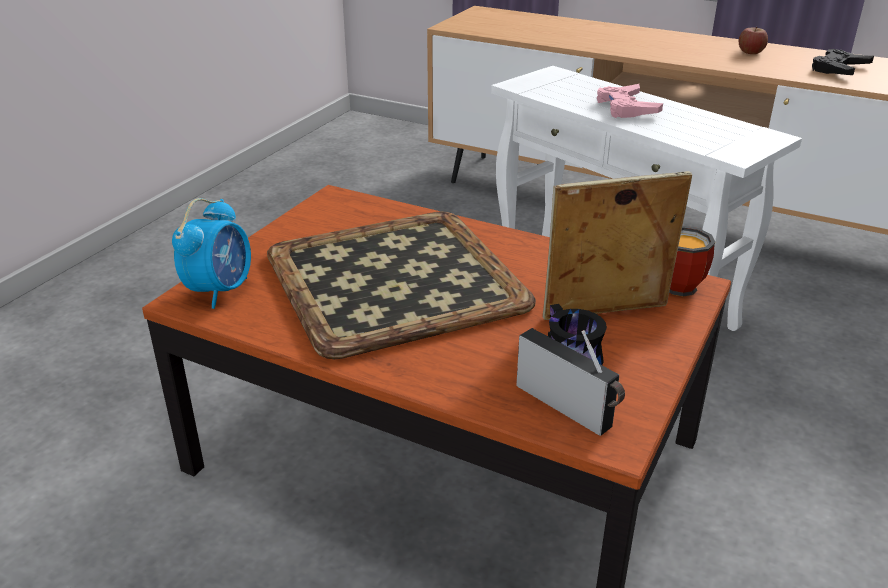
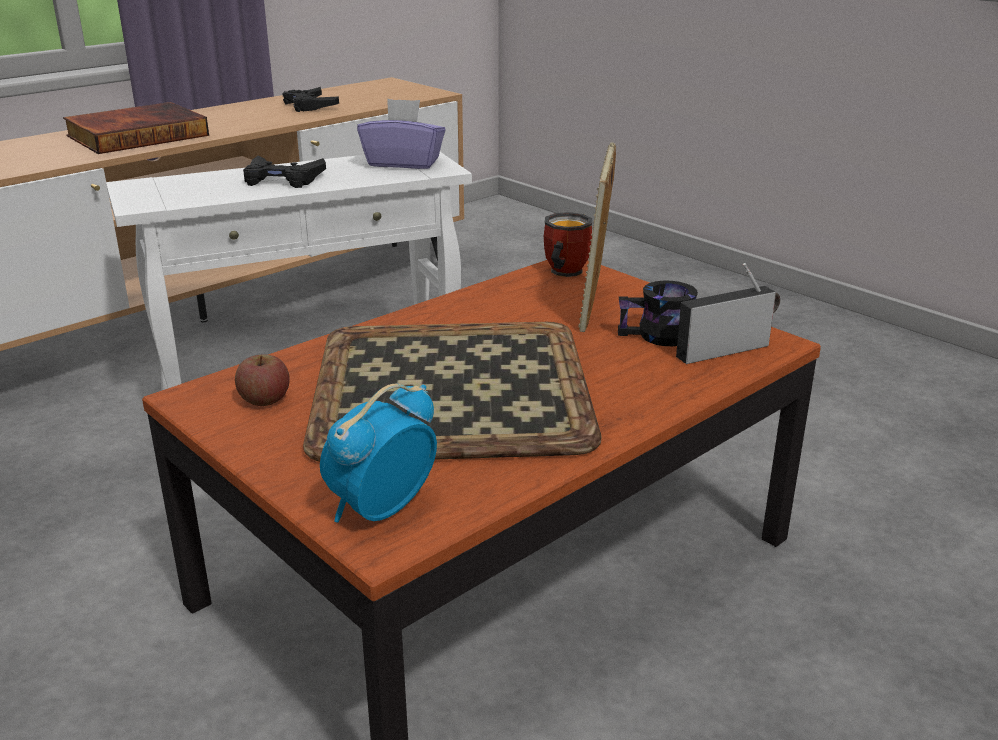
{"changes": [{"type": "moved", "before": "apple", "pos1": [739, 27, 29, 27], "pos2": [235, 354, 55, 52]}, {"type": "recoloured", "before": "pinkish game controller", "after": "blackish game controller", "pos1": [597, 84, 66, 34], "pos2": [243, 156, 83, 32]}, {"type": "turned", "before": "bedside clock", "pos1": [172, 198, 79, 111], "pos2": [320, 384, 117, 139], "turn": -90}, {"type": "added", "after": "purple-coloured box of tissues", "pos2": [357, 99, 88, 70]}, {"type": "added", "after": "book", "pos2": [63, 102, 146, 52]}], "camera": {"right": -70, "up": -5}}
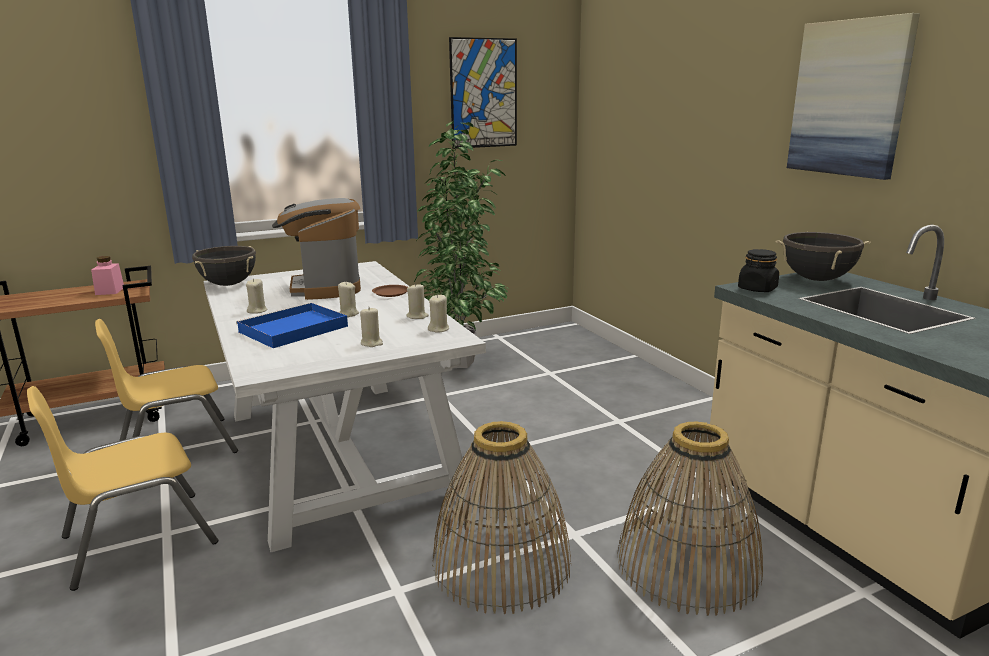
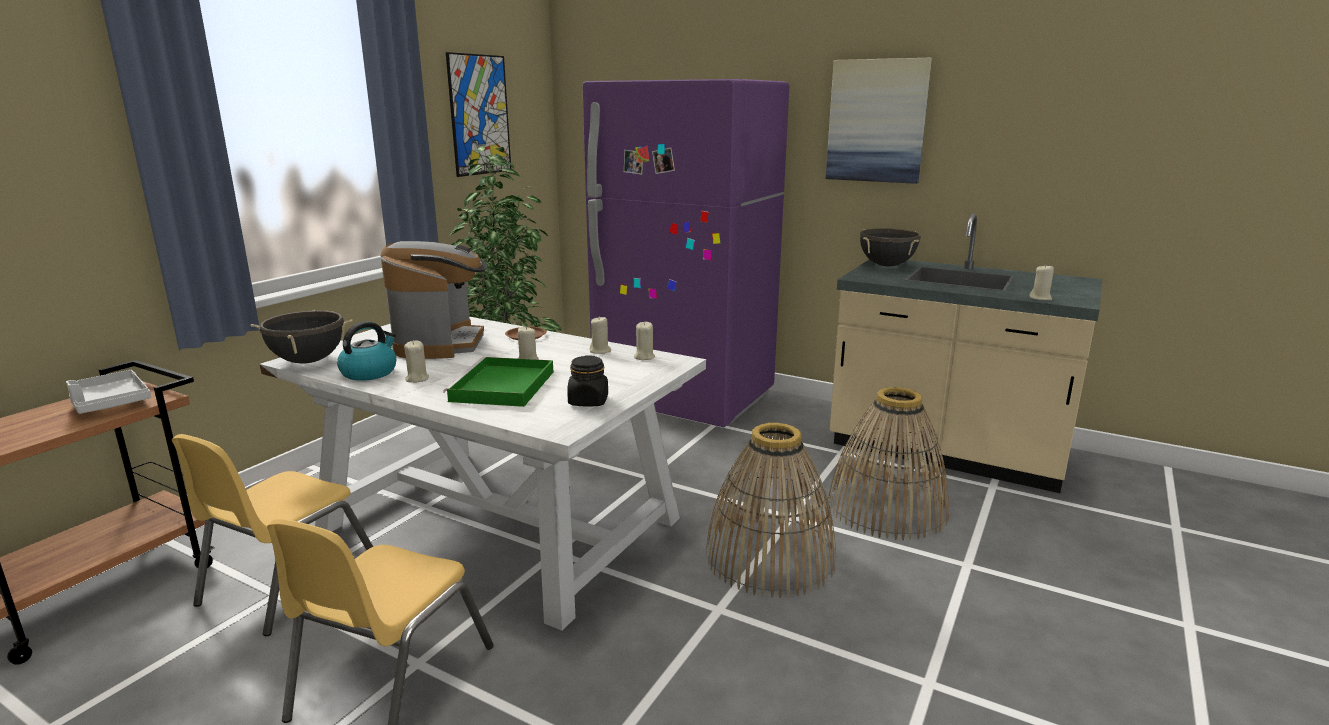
{"changes": [{"type": "turned", "before": "coffee machine", "pos1": [272, 198, 89, 102], "pos2": [380, 241, 108, 118], "turn": -135}, {"type": "moved", "before": "blackish jar", "pos1": [738, 249, 41, 43], "pos2": [567, 355, 41, 52]}, {"type": "replaced", "before": "pinkish jar", "after": "gray carrying tray", "pos1": [91, 256, 33, 39], "pos2": [66, 370, 85, 44]}, {"type": "recoloured", "before": "blue-coloured carrying tray", "after": "green-coloured carrying tray", "pos1": [236, 302, 112, 46], "pos2": [444, 357, 109, 50]}, {"type": "moved", "before": "sand-coloured wax light", "pos1": [360, 307, 23, 40], "pos2": [1029, 264, 25, 36]}, {"type": "added", "after": "purple-coloured refrigerator", "pos2": [583, 79, 206, 348]}, {"type": "added", "after": "kettle", "pos2": [337, 321, 59, 60]}], "camera": {"right": -35, "up": 0}}
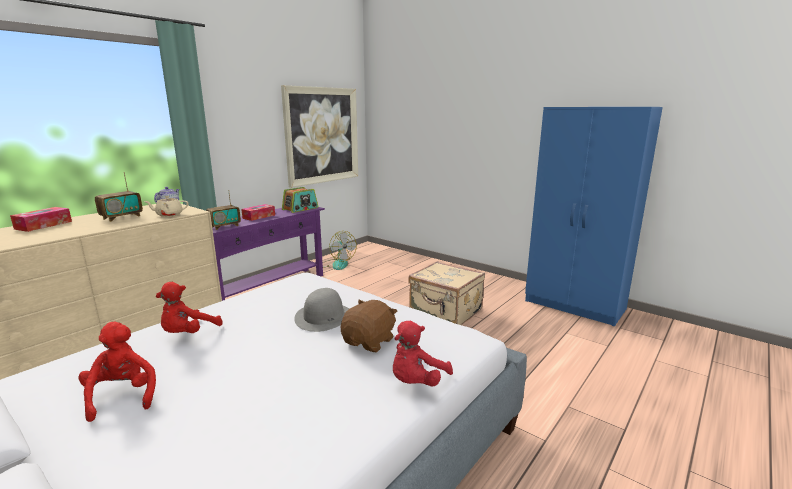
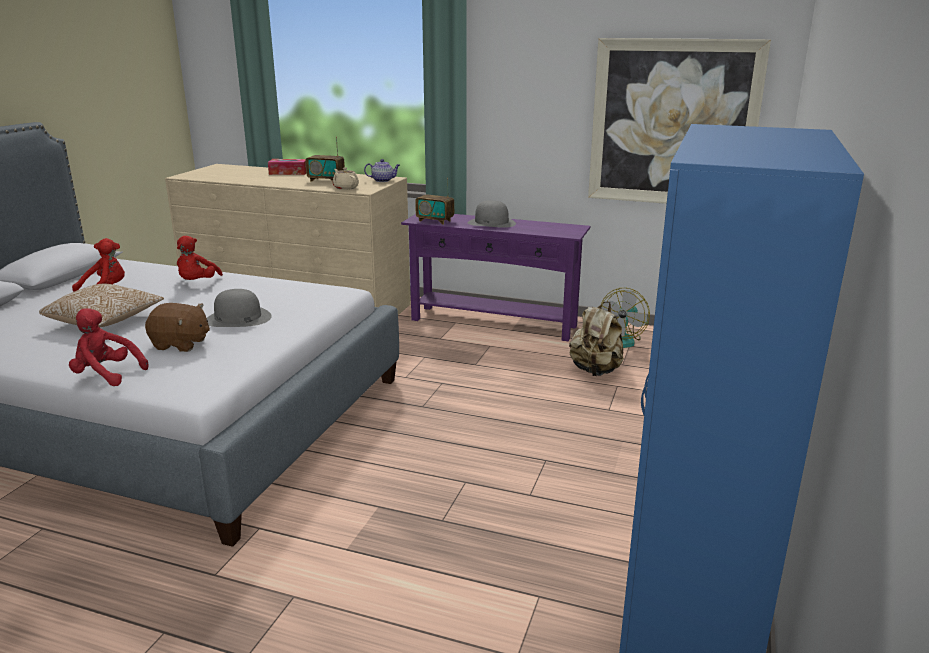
{"changes": [{"type": "removed", "before": "radio set", "pos1": [282, 187, 36, 26]}, {"type": "replaced", "before": "box of tissues", "after": "gray wearable hat", "pos1": [241, 204, 34, 17], "pos2": [468, 200, 48, 28]}, {"type": "removed", "before": "sand-coloured suitcase", "pos1": [408, 261, 77, 64]}, {"type": "turned", "before": "reddish cuddly toy", "pos1": [156, 282, 67, 51], "pos2": [177, 236, 46, 44], "turn": -90}, {"type": "added", "after": "pillow", "pos2": [39, 283, 125, 44]}, {"type": "added", "after": "sand-coloured knapsack", "pos2": [569, 301, 55, 75]}], "camera": {"right": 70, "up": 5}}
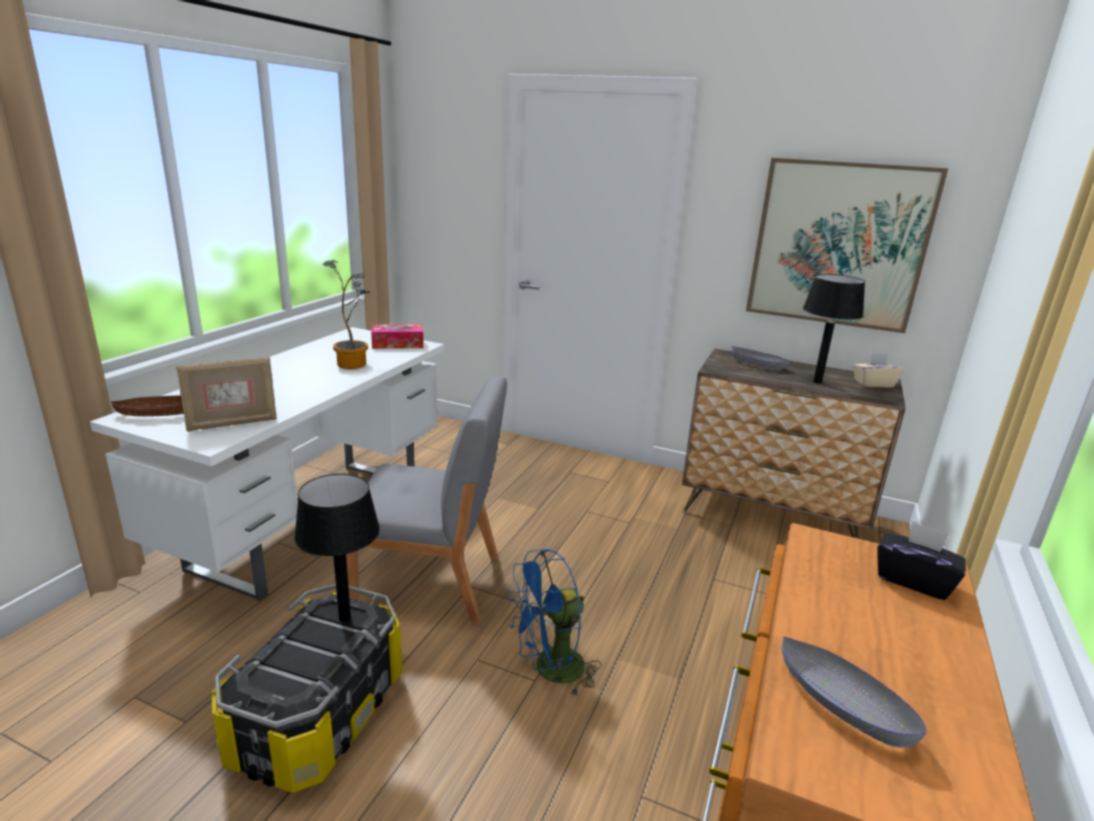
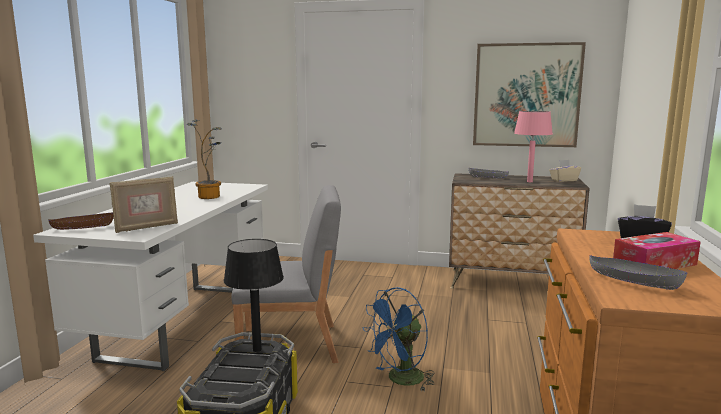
{"changes": [{"type": "recoloured", "before": "blackish lamp for a table", "after": "pinkish lamp for a table", "pos1": [803, 274, 62, 110], "pos2": [514, 111, 39, 71]}, {"type": "moved", "before": "box of tissues", "pos1": [371, 324, 52, 25], "pos2": [613, 232, 88, 37]}], "camera": {"right": -10, "up": -10}}
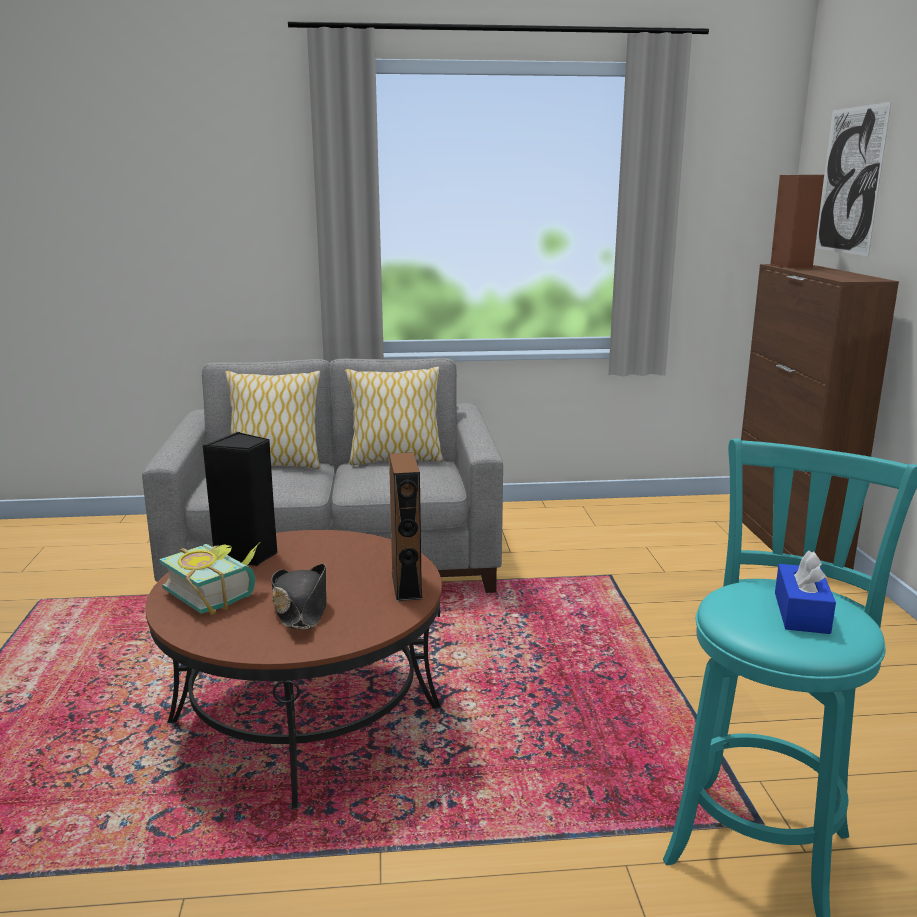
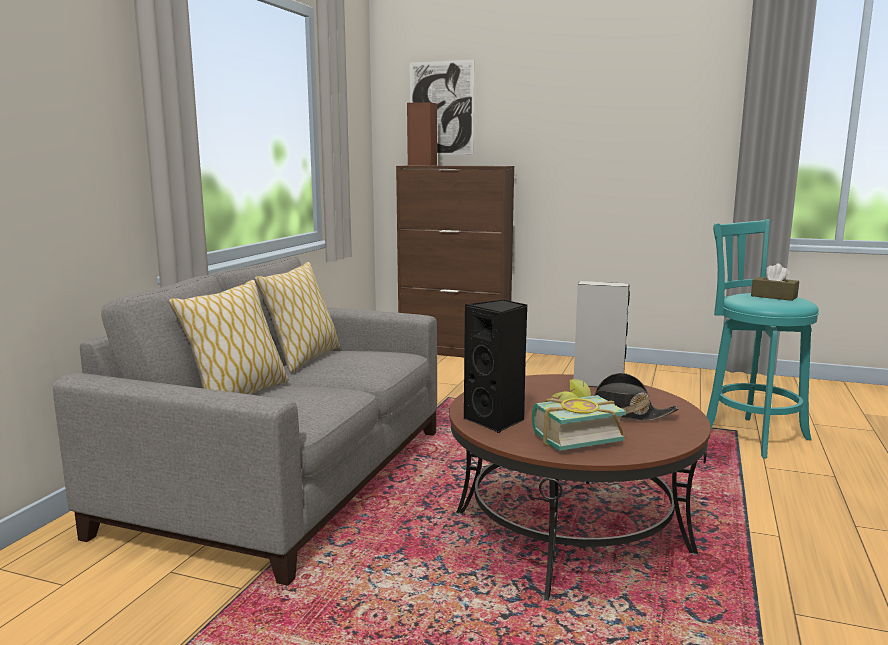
{"changes": [{"type": "recoloured", "before": "brown loudspeaker", "after": "gray loudspeaker", "pos1": [389, 452, 33, 149], "pos2": [574, 281, 56, 106]}, {"type": "recoloured", "before": "blue-coloured box of tissues", "after": "brown box of tissues", "pos1": [775, 551, 61, 83], "pos2": [751, 263, 48, 38]}], "camera": {"right": -65, "up": -5}}
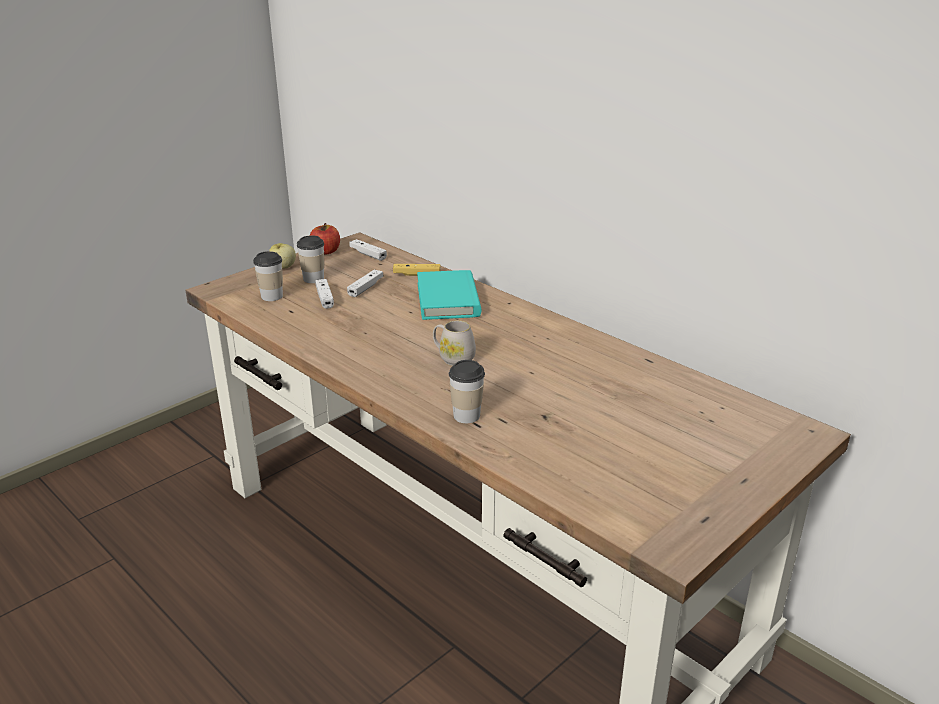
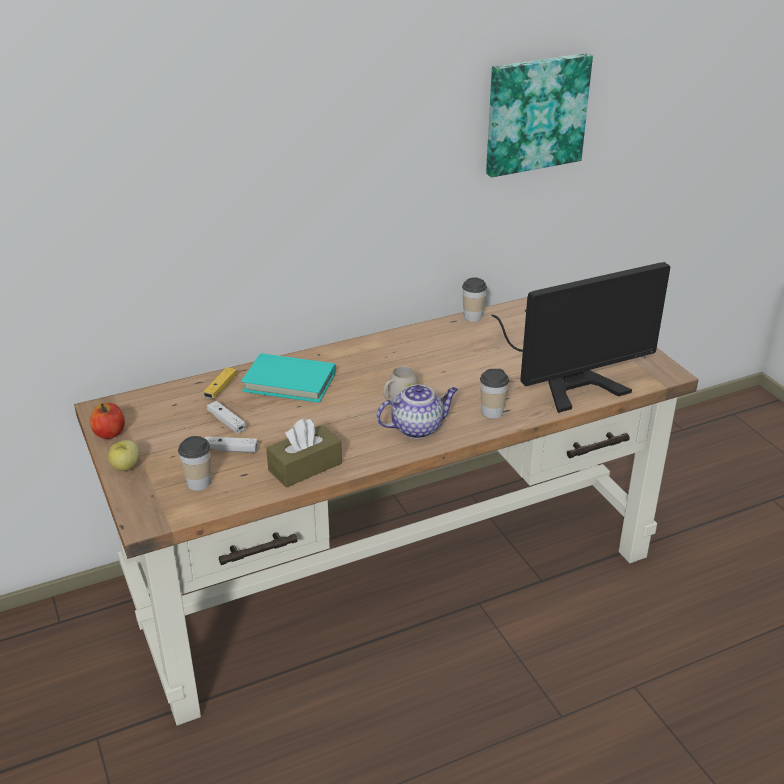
{"changes": [{"type": "moved", "before": "drinking cup", "pos1": [297, 235, 27, 48], "pos2": [462, 278, 25, 44]}, {"type": "removed", "before": "white-coloured game controller", "pos1": [349, 239, 38, 22]}, {"type": "added", "after": "picture", "pos2": [486, 53, 107, 124]}, {"type": "added", "after": "computer screen", "pos2": [492, 262, 178, 151]}, {"type": "added", "after": "pot for tea", "pos2": [376, 384, 82, 55]}, {"type": "added", "after": "brown box of tissues", "pos2": [266, 419, 76, 69]}], "camera": {"right": -70, "up": 5}}
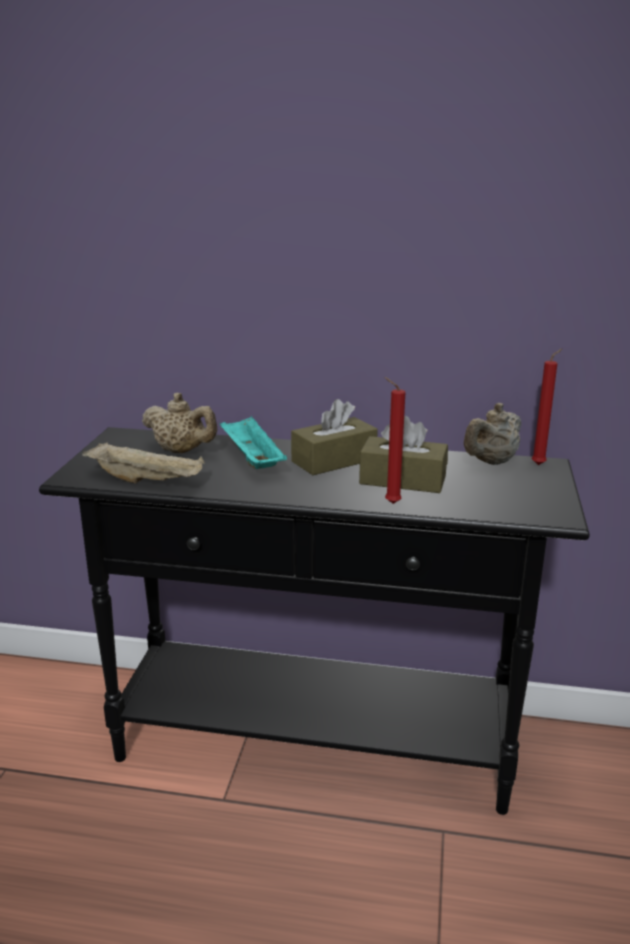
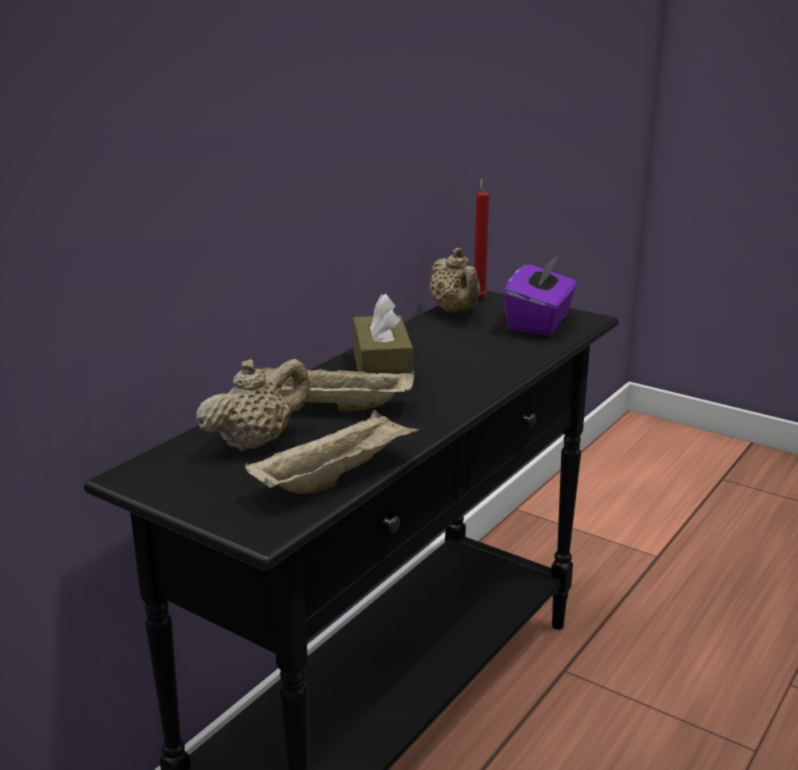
{"changes": [{"type": "removed", "before": "reddish wax light", "pos1": [384, 377, 21, 127]}, {"type": "recoloured", "before": "turquoise-coloured carrying tray", "after": "sand-coloured carrying tray", "pos1": [220, 415, 67, 54], "pos2": [259, 366, 155, 45]}, {"type": "removed", "before": "brown box of tissues", "pos1": [359, 416, 89, 77]}, {"type": "added", "after": "purple-coloured box of tissues", "pos2": [504, 255, 73, 81]}], "camera": {"right": -65, "up": 0}}
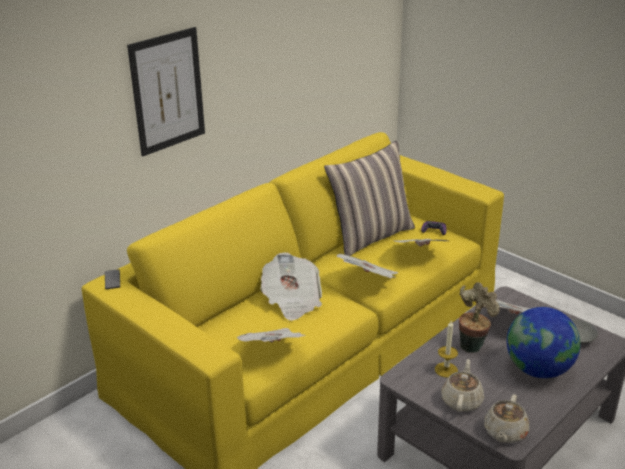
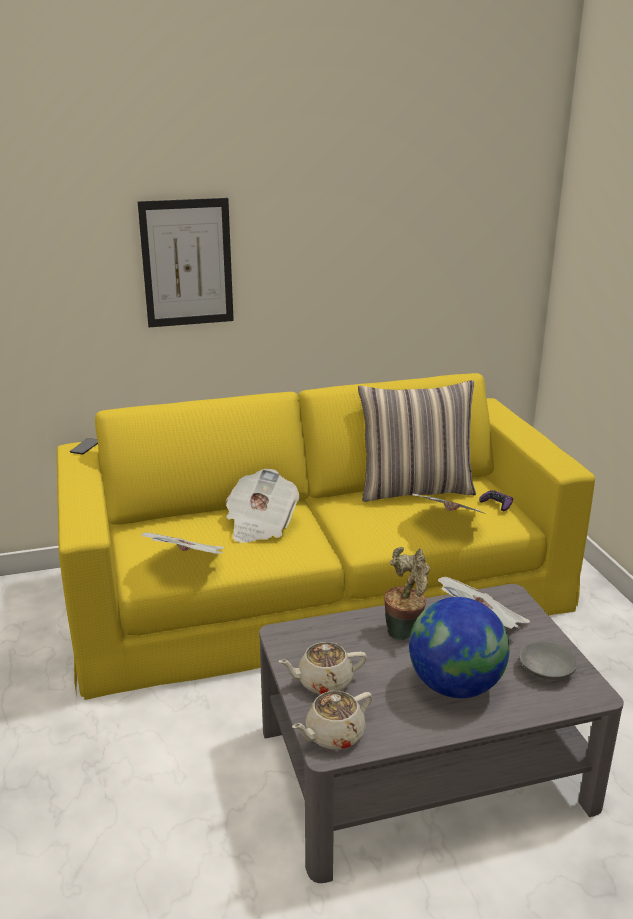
{"changes": [{"type": "removed", "before": "printed paper", "pos1": [337, 254, 61, 25]}, {"type": "removed", "before": "wax light", "pos1": [435, 321, 23, 57]}, {"type": "turned", "before": "sand-coloured pot for tea", "pos1": [441, 359, 43, 53], "pos2": [278, 642, 89, 53], "turn": -150}], "camera": {"right": 30, "up": -5}}
